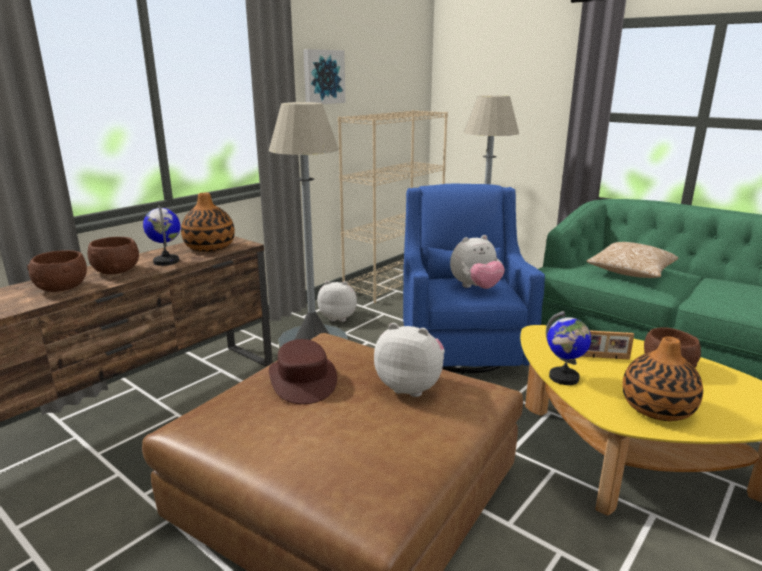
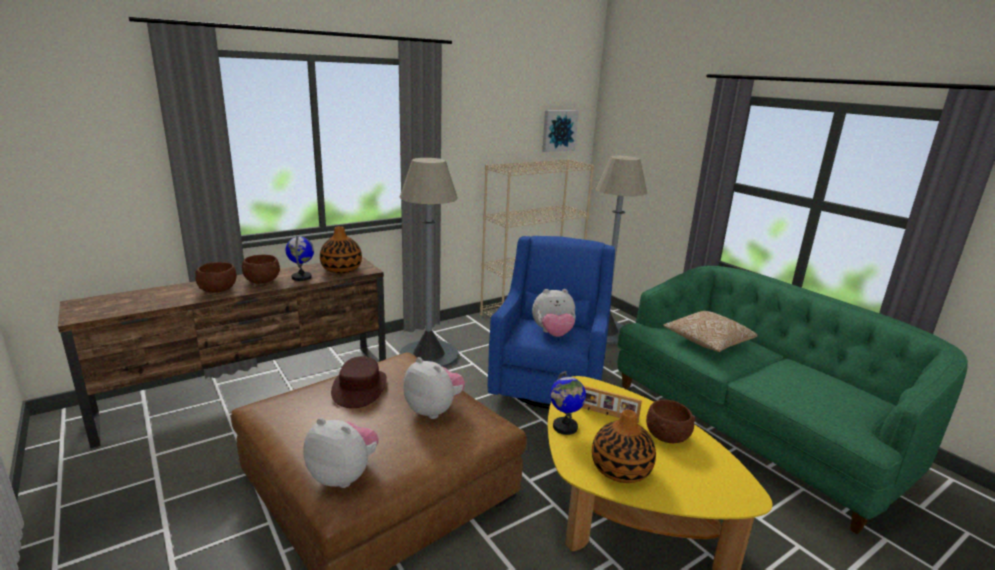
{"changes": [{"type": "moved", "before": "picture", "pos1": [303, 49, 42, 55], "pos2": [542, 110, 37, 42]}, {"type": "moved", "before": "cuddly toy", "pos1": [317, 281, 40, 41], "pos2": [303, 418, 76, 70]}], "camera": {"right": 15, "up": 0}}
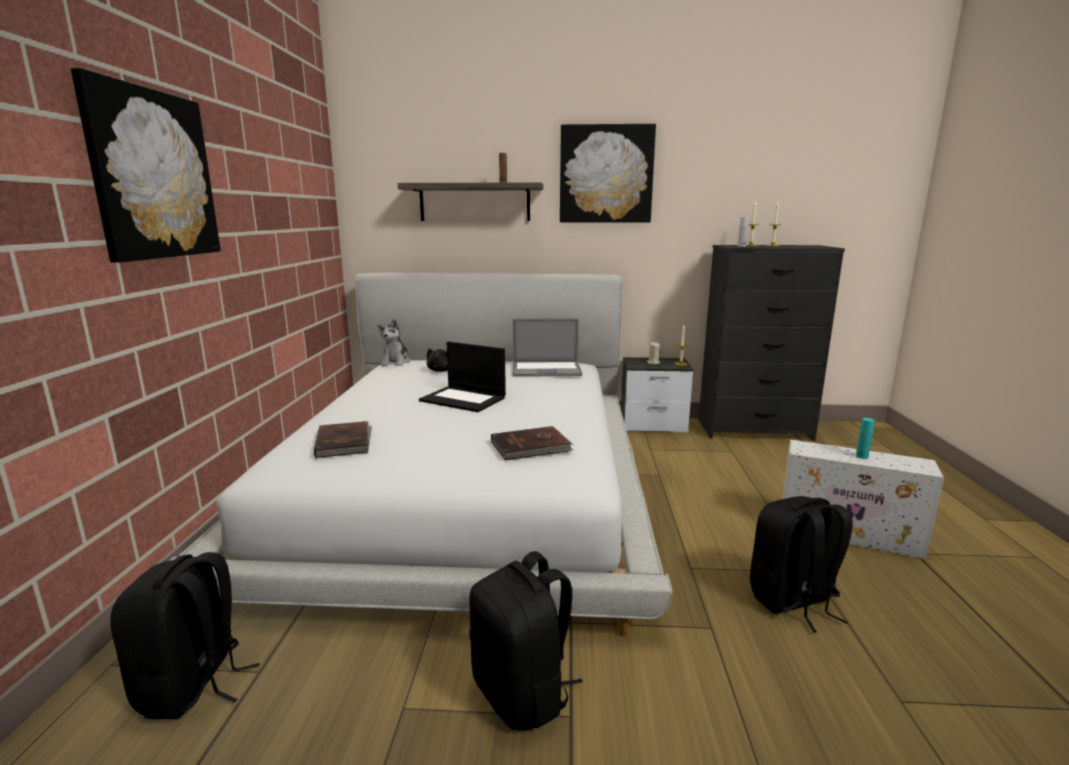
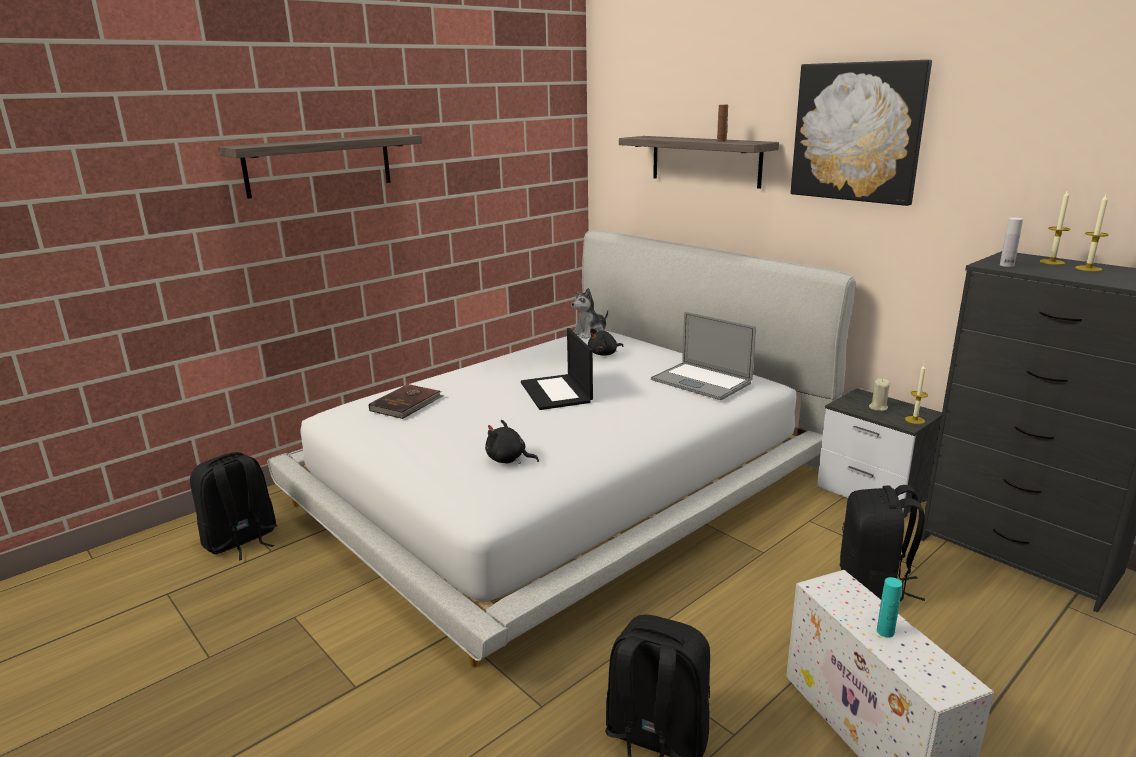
{"changes": [{"type": "replaced", "before": "picture", "after": "bracket shelf", "pos1": [71, 68, 150, 195], "pos2": [218, 134, 204, 65]}, {"type": "replaced", "before": "brown book", "after": "blackish cuddly toy", "pos1": [491, 426, 83, 35], "pos2": [485, 420, 54, 44]}, {"type": "moved", "before": "blackish knapsack", "pos1": [469, 551, 114, 180], "pos2": [840, 485, 85, 116]}], "camera": {"right": 45, "up": 5}}
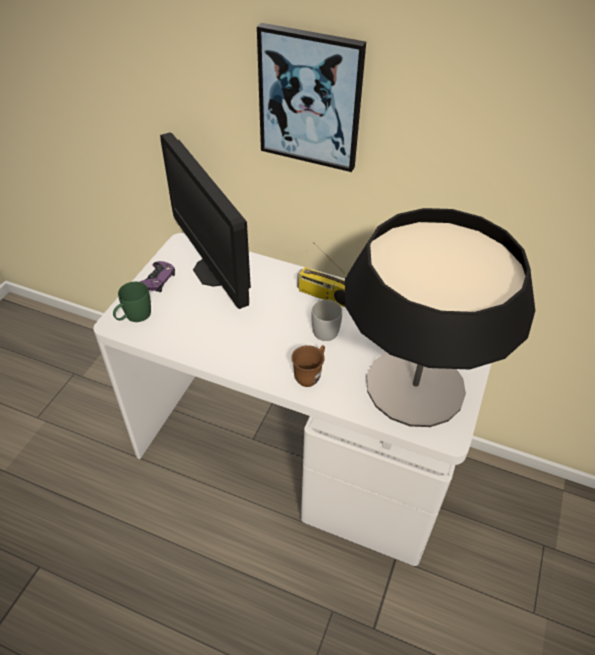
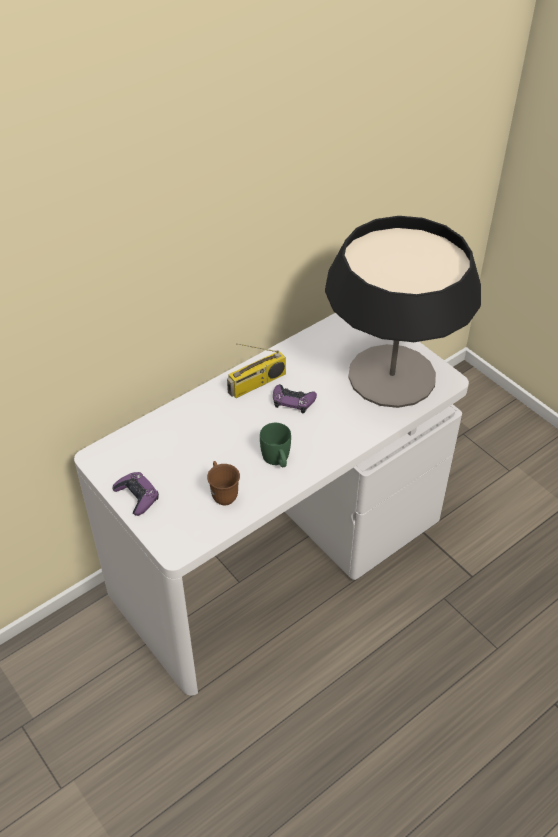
{"changes": [{"type": "removed", "before": "picture", "pos1": [257, 23, 109, 149]}, {"type": "removed", "before": "computer screen", "pos1": [160, 132, 91, 177]}, {"type": "moved", "before": "green-coloured tea mug", "pos1": [113, 282, 38, 40], "pos2": [260, 423, 31, 45]}, {"type": "replaced", "before": "white-coloured tea mug", "after": "purple-coloured game controller", "pos1": [311, 299, 31, 42], "pos2": [273, 384, 44, 29]}, {"type": "moved", "before": "brown tea mug", "pos1": [292, 345, 33, 42], "pos2": [207, 461, 33, 44]}], "camera": {"right": -60, "up": 0}}
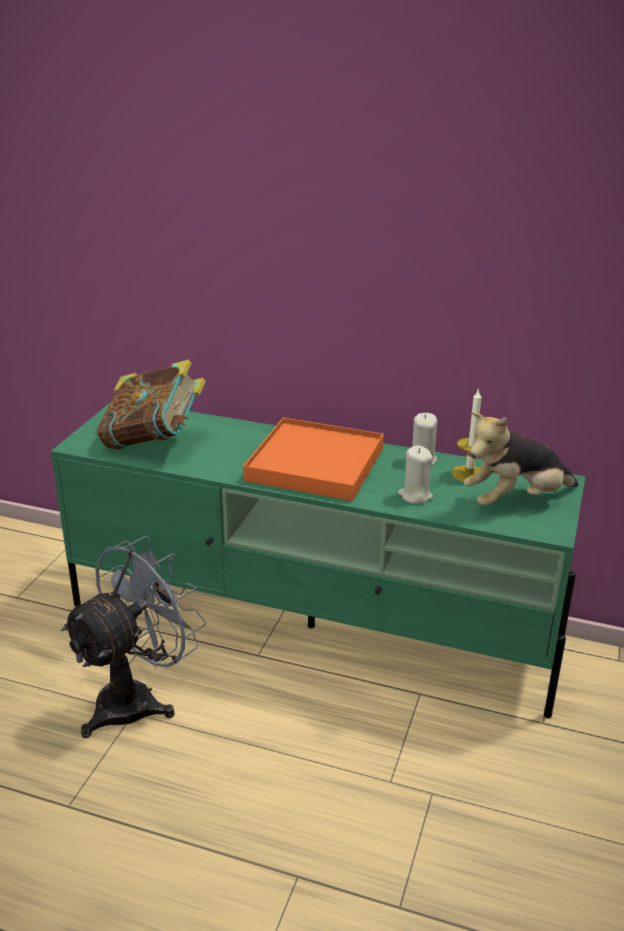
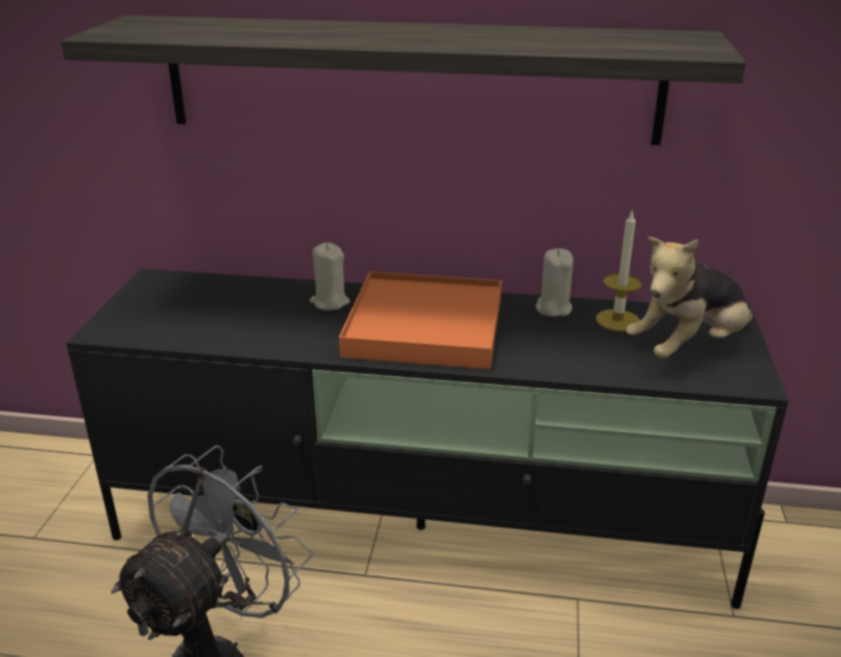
{"changes": [{"type": "removed", "before": "book", "pos1": [97, 360, 109, 90]}, {"type": "recoloured", "before": "green-coloured media console", "after": "blackish media console", "pos1": [51, 402, 535, 316], "pos2": [66, 269, 723, 340]}, {"type": "moved", "before": "sand-coloured wax light", "pos1": [398, 446, 35, 58], "pos2": [310, 243, 40, 67]}, {"type": "added", "after": "bracket shelf", "pos2": [61, 15, 685, 130]}], "camera": {"right": -10, "up": 0}}
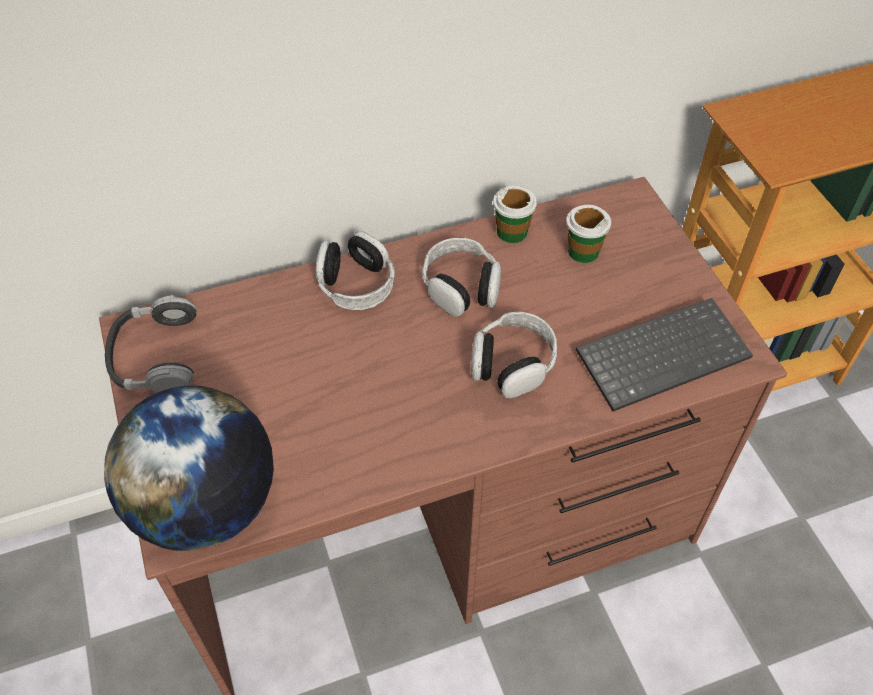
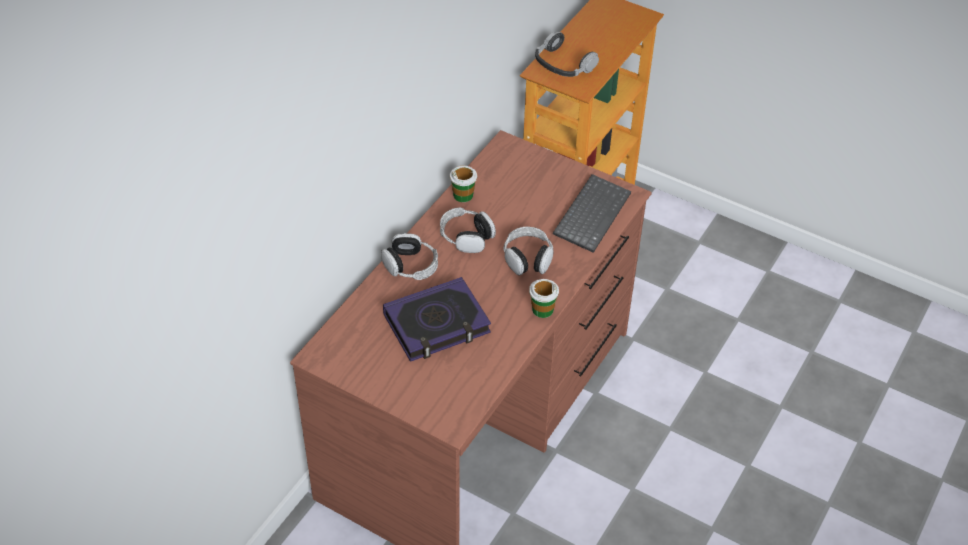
{"changes": [{"type": "moved", "before": "drinking cup", "pos1": [566, 205, 45, 58], "pos2": [529, 279, 30, 39]}, {"type": "moved", "before": "headset", "pos1": [105, 295, 92, 98], "pos2": [535, 32, 64, 45]}, {"type": "removed", "before": "world globe", "pos1": [104, 386, 170, 165]}, {"type": "added", "after": "book", "pos2": [383, 277, 108, 85]}], "camera": {"right": -40, "up": -5}}
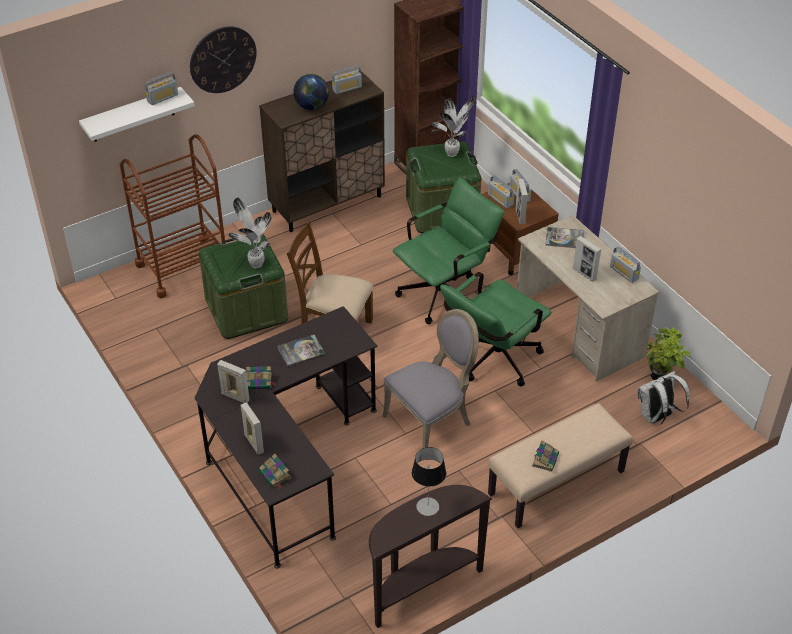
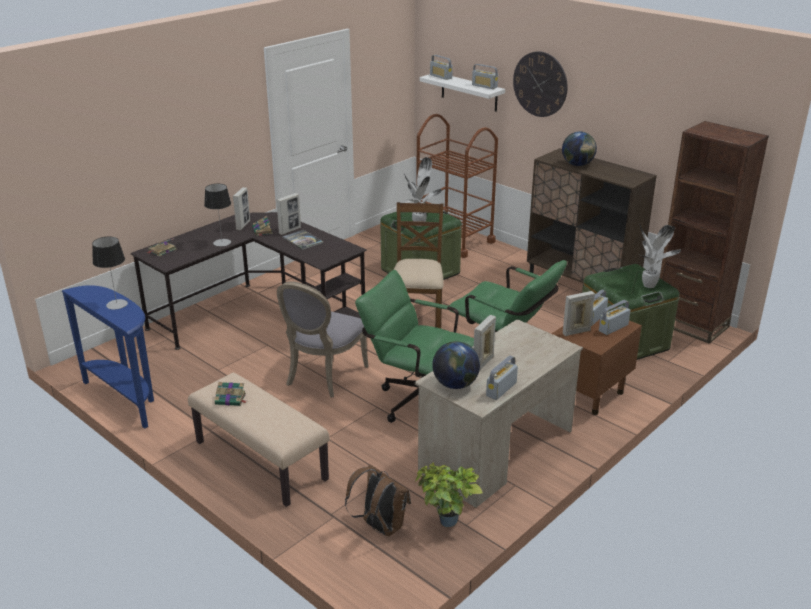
{"changes": [{"type": "moved", "before": "radio set", "pos1": [332, 66, 30, 28], "pos2": [430, 55, 23, 25]}, {"type": "removed", "before": "book", "pos1": [546, 227, 38, 21]}, {"type": "turned", "before": "gray upright chair", "pos1": [383, 309, 96, 139], "pos2": [277, 281, 92, 116], "turn": 75}, {"type": "recoloured", "before": "white-coloured knapsack", "after": "brown knapsack", "pos1": [638, 371, 51, 54], "pos2": [345, 464, 66, 72]}, {"type": "moved", "before": "standing frame", "pos1": [240, 403, 24, 52], "pos2": [276, 193, 25, 42]}, {"type": "recoloured", "before": "brown hall table", "after": "blue-coloured hall table", "pos1": [369, 485, 123, 143], "pos2": [62, 285, 92, 144]}, {"type": "added", "after": "lamp for a table", "pos2": [204, 184, 27, 63]}, {"type": "added", "after": "world globe", "pos2": [432, 341, 48, 48]}], "camera": {"right": 75, "up": -15}}
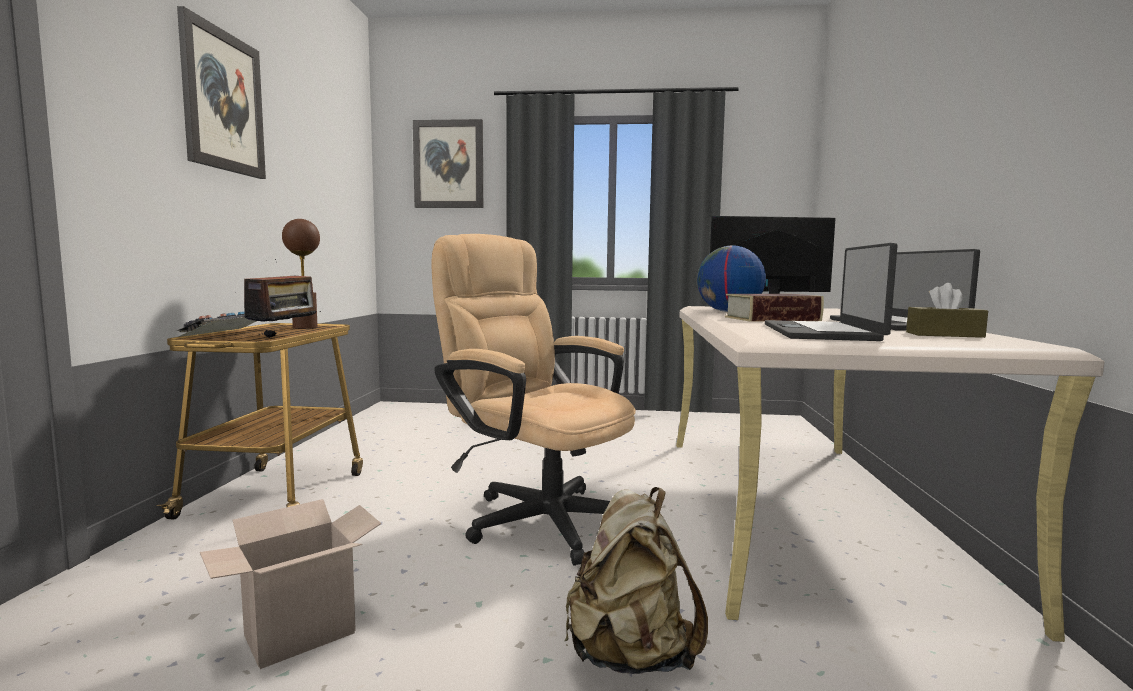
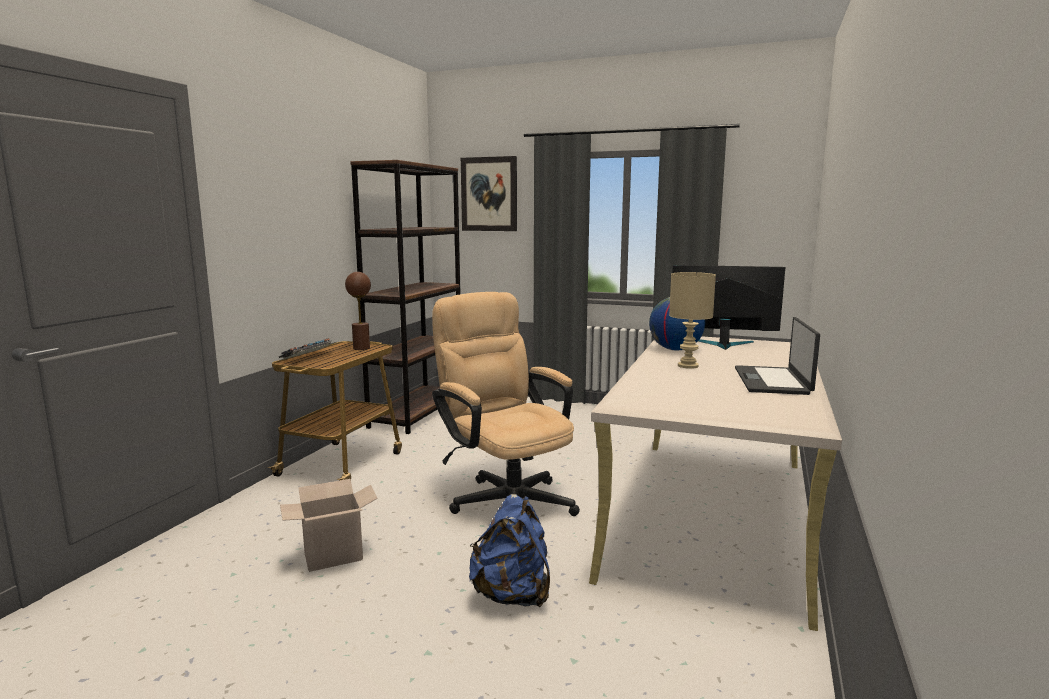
{"changes": [{"type": "removed", "before": "picture", "pos1": [177, 6, 89, 173]}, {"type": "removed", "before": "notebook computer", "pos1": [765, 242, 133, 99]}, {"type": "removed", "before": "radio set", "pos1": [235, 259, 86, 79]}, {"type": "removed", "before": "brown box of tissues", "pos1": [906, 283, 82, 55]}, {"type": "replaced", "before": "book", "after": "sand-coloured lamp for a table", "pos1": [725, 294, 99, 28], "pos2": [669, 272, 47, 97]}, {"type": "recoloured", "before": "sand-coloured knapsack", "after": "blue-coloured knapsack", "pos1": [564, 487, 144, 187], "pos2": [469, 494, 81, 114]}, {"type": "added", "after": "brown bookshelf", "pos2": [350, 160, 111, 274]}], "camera": {"right": 15, "up": 5}}
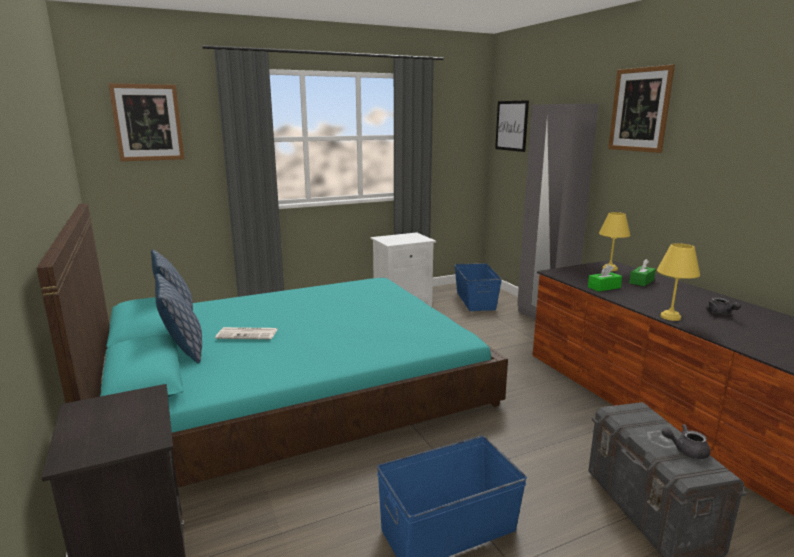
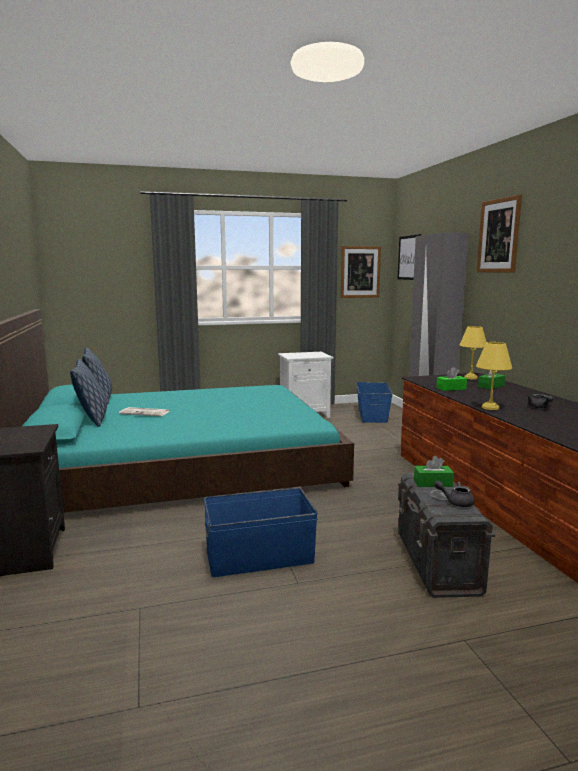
{"changes": [{"type": "moved", "before": "picture", "pos1": [108, 83, 76, 78], "pos2": [341, 246, 40, 52]}, {"type": "added", "after": "green-coloured box of tissues", "pos2": [414, 456, 40, 31]}], "camera": {"right": 10, "up": -5}}
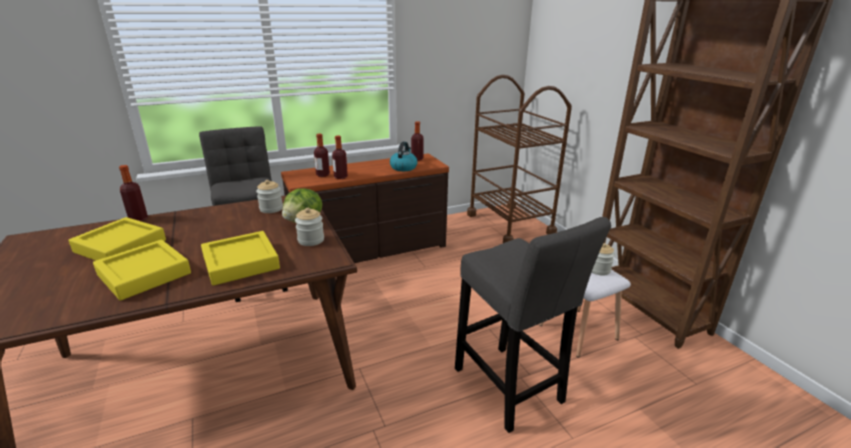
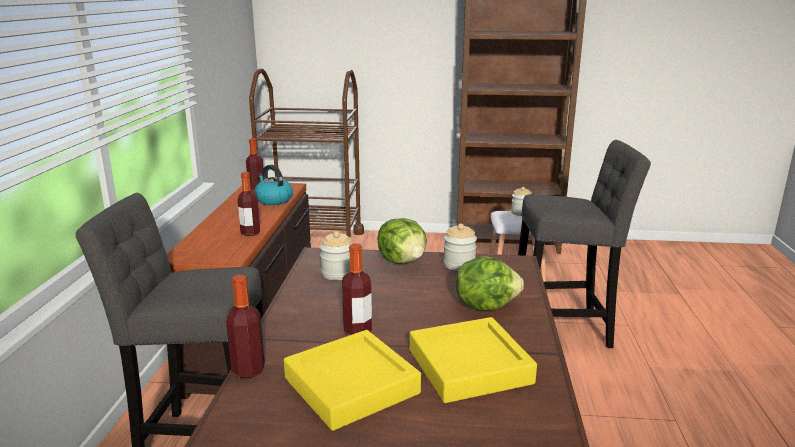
{"changes": [{"type": "moved", "before": "beverage bottle", "pos1": [314, 134, 16, 43], "pos2": [342, 243, 30, 92]}, {"type": "replaced", "before": "yellow-coloured carrying tray", "after": "lettuce head", "pos1": [201, 231, 79, 55], "pos2": [456, 256, 68, 54]}], "camera": {"right": -60, "up": -5}}
